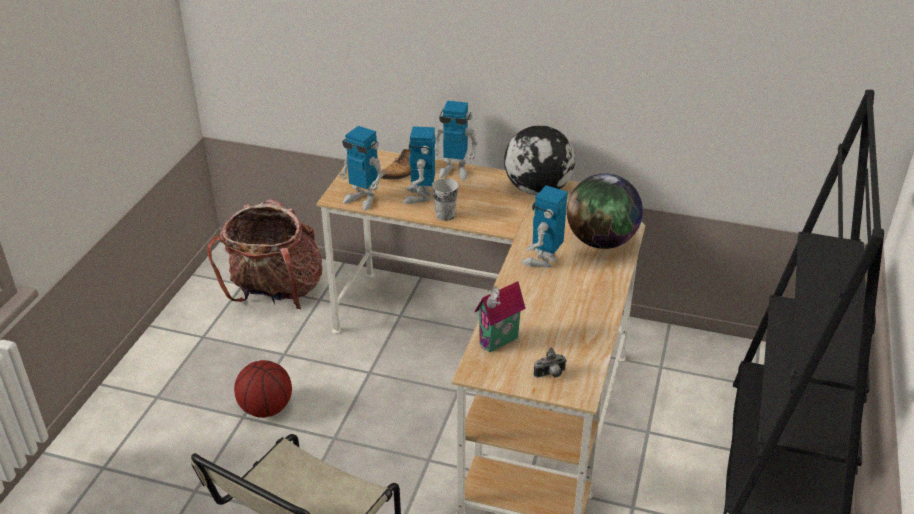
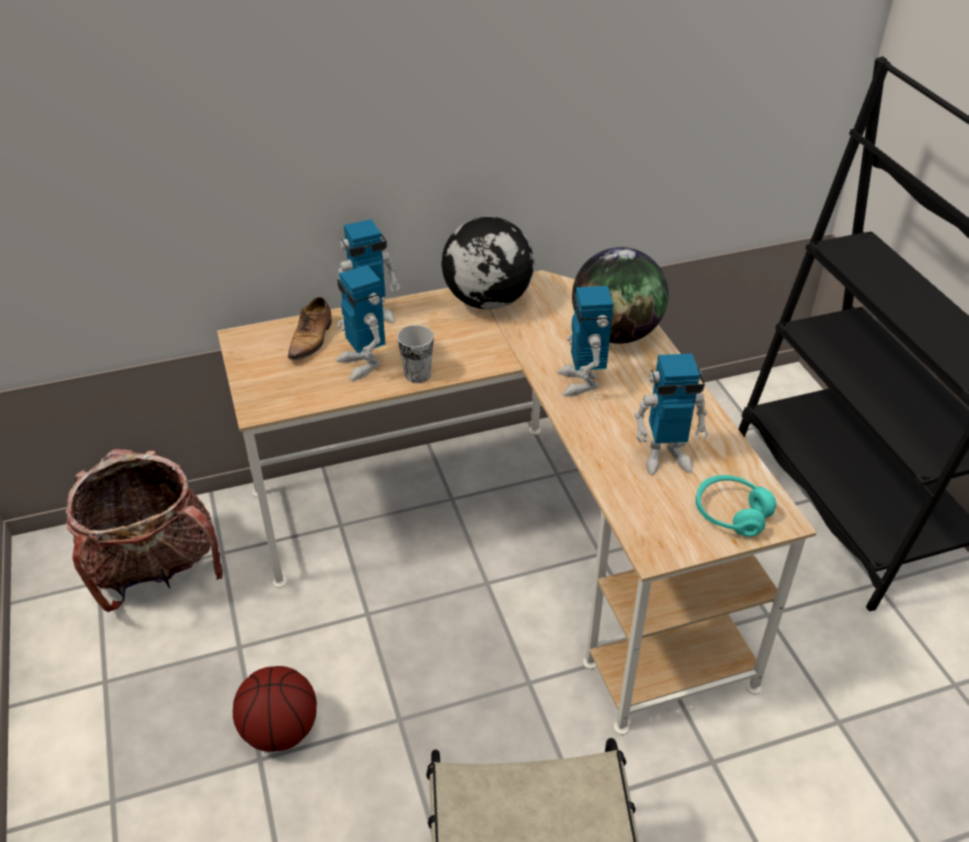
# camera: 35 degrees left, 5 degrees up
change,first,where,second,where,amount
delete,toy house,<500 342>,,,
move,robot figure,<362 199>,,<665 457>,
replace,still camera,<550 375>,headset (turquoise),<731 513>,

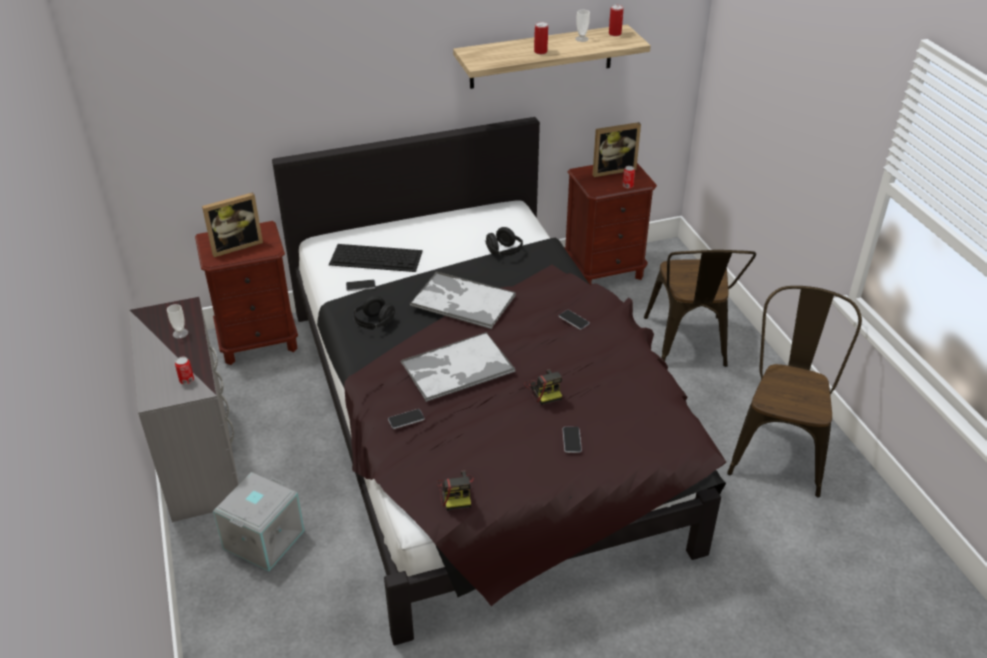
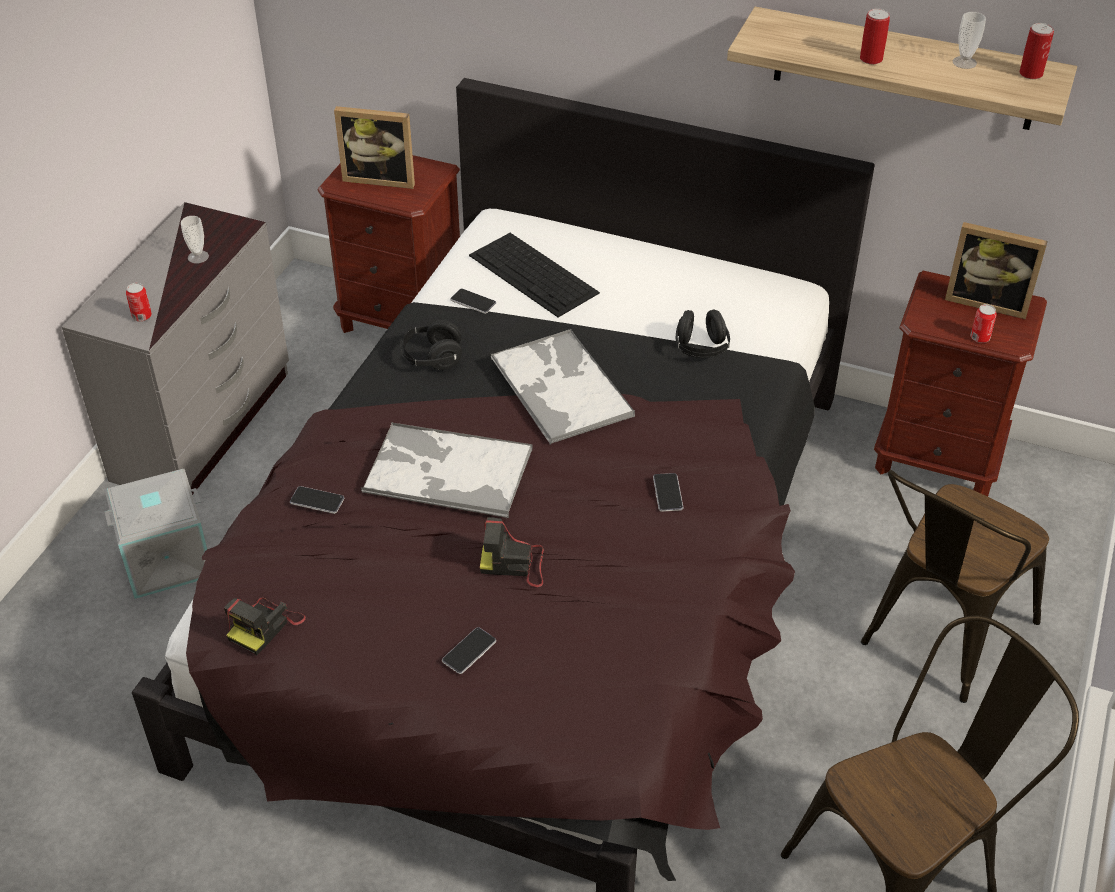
# camera: 40 degrees right, 5 degrees up
change,first,where,second,where,amount
rotate,still camera,<544 390>,,<514 564>,75 degrees clockwise

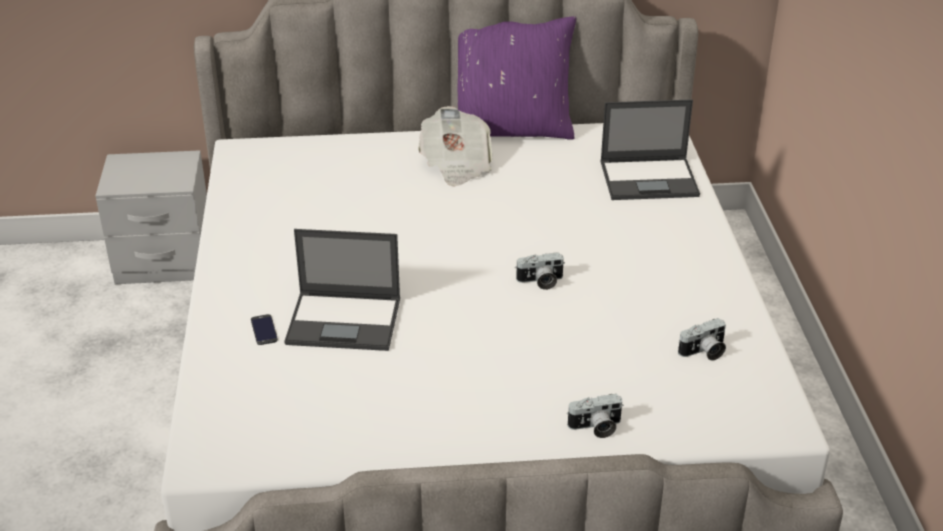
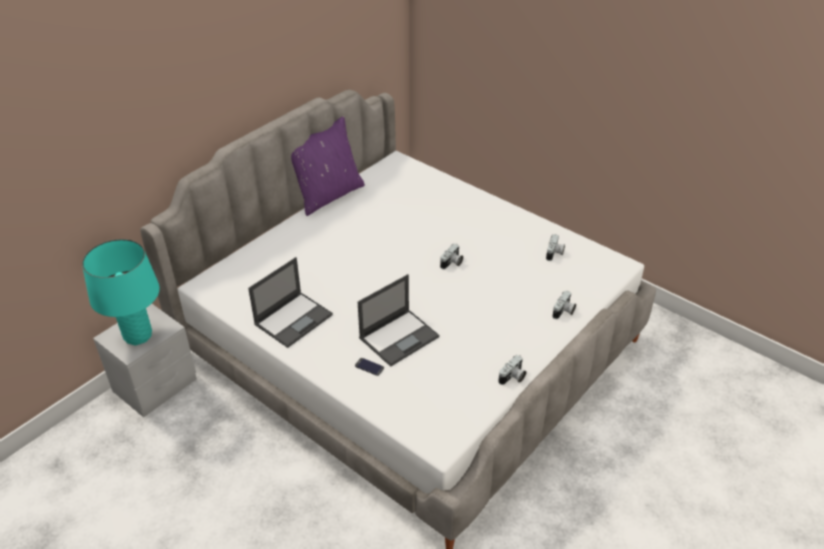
# camera: 45 degrees left, 5 degrees up
change,first,where,second,where,amount
delete,newspaper,<456 165>,,,
insert,,,lamp for a table (turquoise),<138 336>,
insert,,,still camera,<513 377>,
move,notebook computer,<650 179>,,<294 319>,

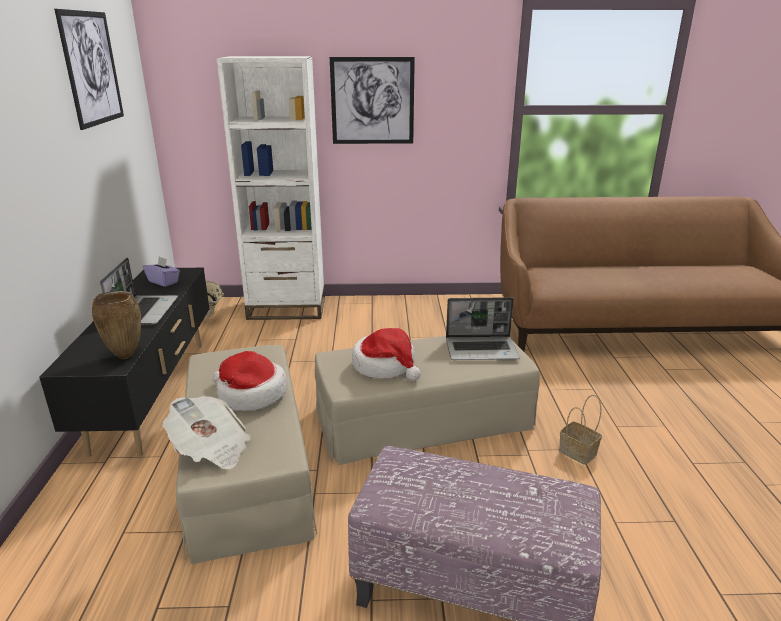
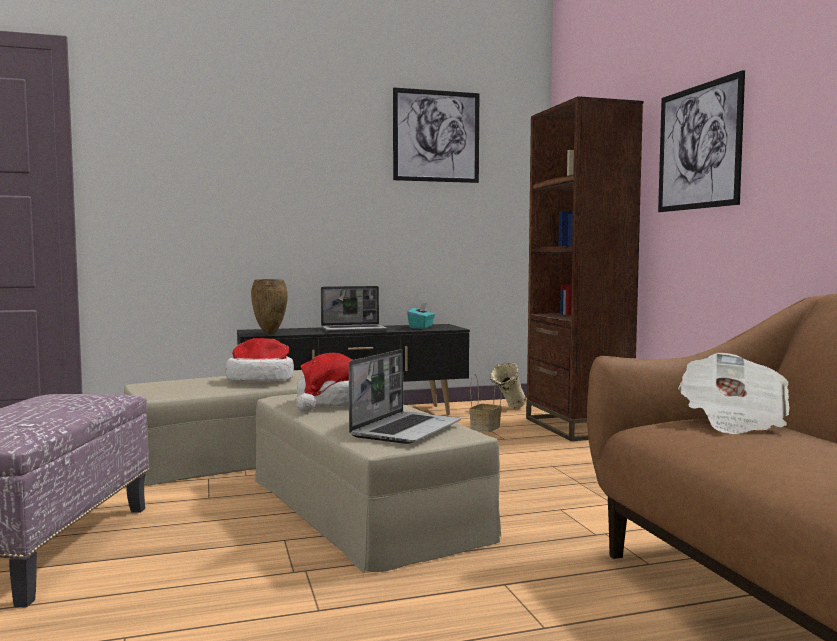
# camera: 75 degrees right, 20 degrees down
change,first,where,second,where,amount
move,newspaper,<211 449>,,<732 422>,
move,household basket,<579 452>,,<485 428>,
recolor,box of tissues (purple-coloured),<164 282>,box of tissues (turquoise),<421 327>,
recolor,shelving unit (whitish),<287 308>,shelving unit (brown),<577 427>,
rotate,notebook computer,<482 349>,,<406 429>,135 degrees counterclockwise

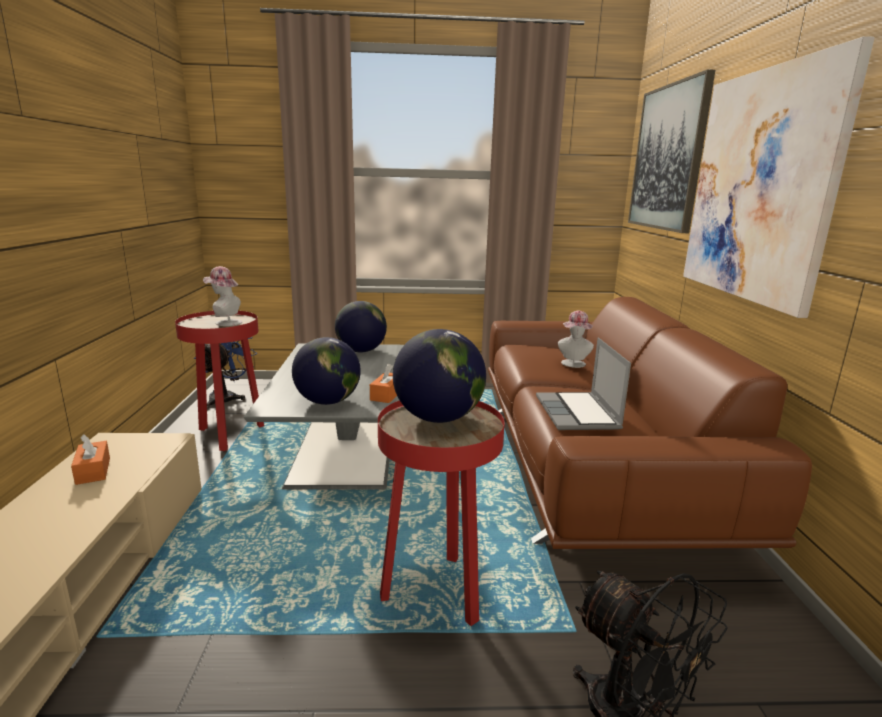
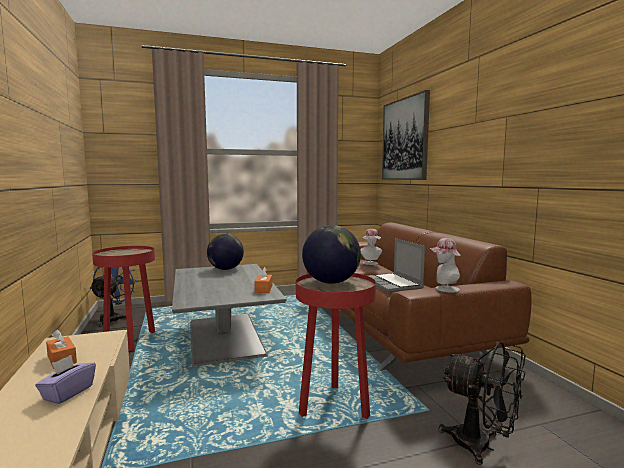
# camera: 15 degrees left, 10 degrees down
change,first,where,second,where,amount
delete,world globe,<328 401>,,,
delete,wall picture,<759 186>,,,
insert,,,box of tissues (purple-coloured),<68 393>,
move,hat,<225 322>,,<444 289>,

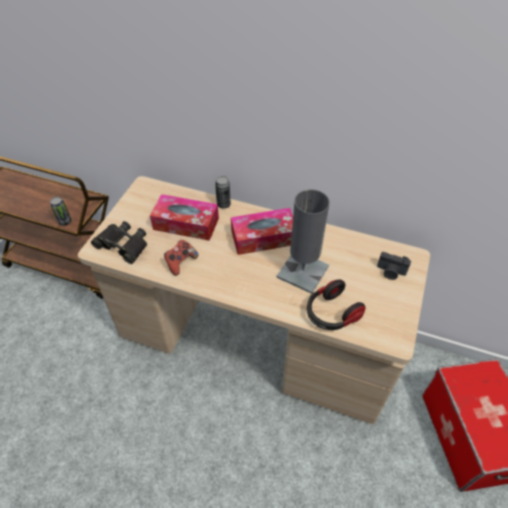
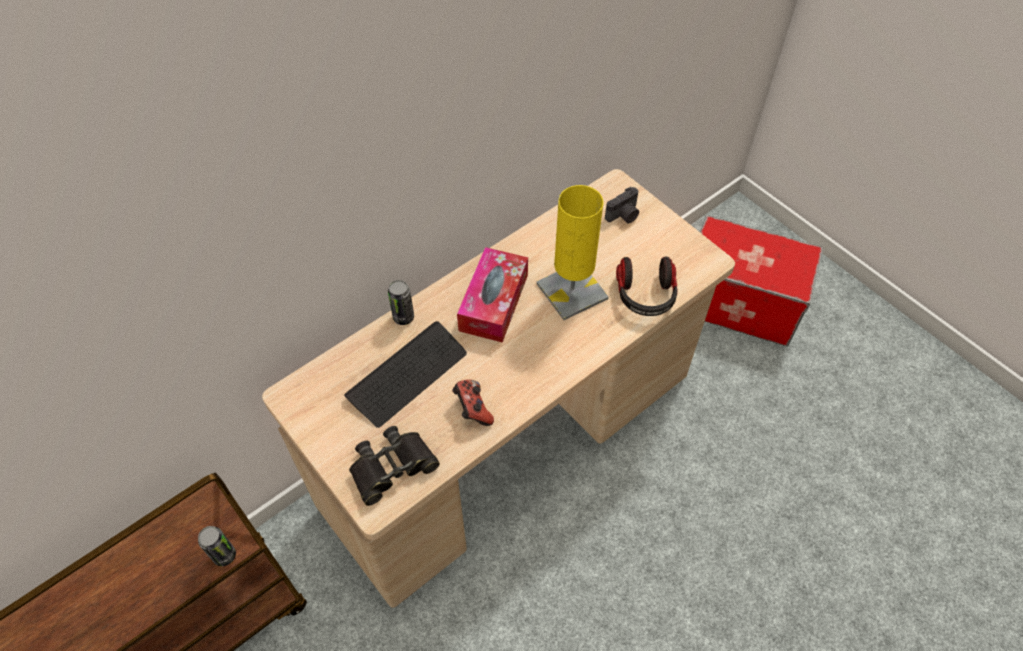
# camera: 60 degrees left, 5 degrees up
change,first,where,second,where,amount
replace,box of tissues,<186 224>,keyboard,<407 375>,
recolor,lamp for a table (greyish),<302 272>,lamp for a table (yellow-coloured),<572 291>,

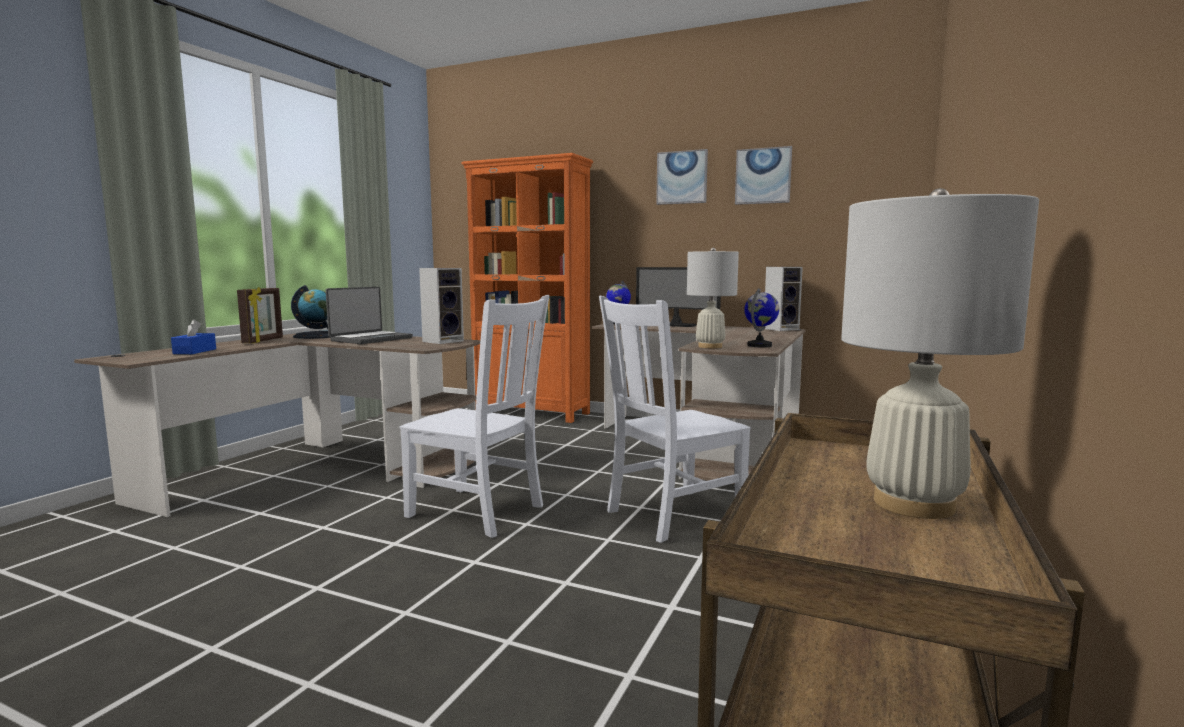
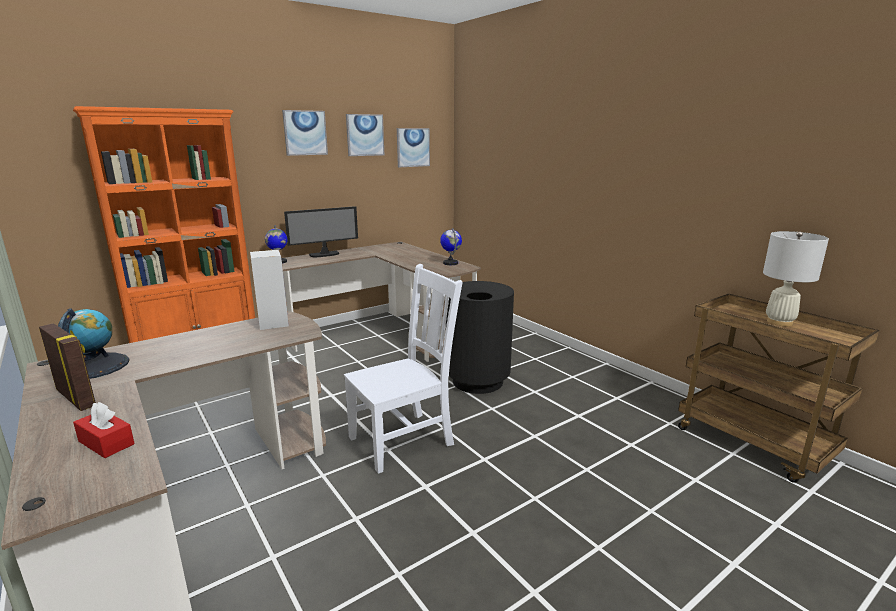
# camera: 60 degrees left, 10 degrees up
change,first,where,second,where,amount
delete,notebook computer,<370 339>,,,
delete,lamp for a table (whitish),<710 346>,,,
delete,speaker,<781 329>,,,
insert,,,wall picture,<413 147>,
replace,plain chair (whitish),<671 515>,rubbish bin (blackish),<477 381>,
recolor,box of tissues (blue-coloured),<195 351>,box of tissues (red-coloured),<106 443>,

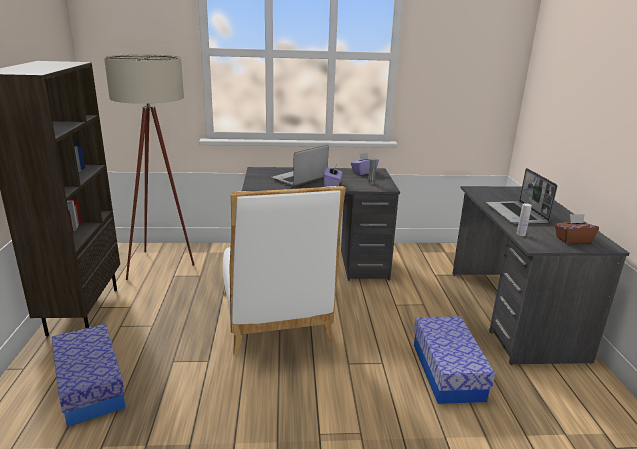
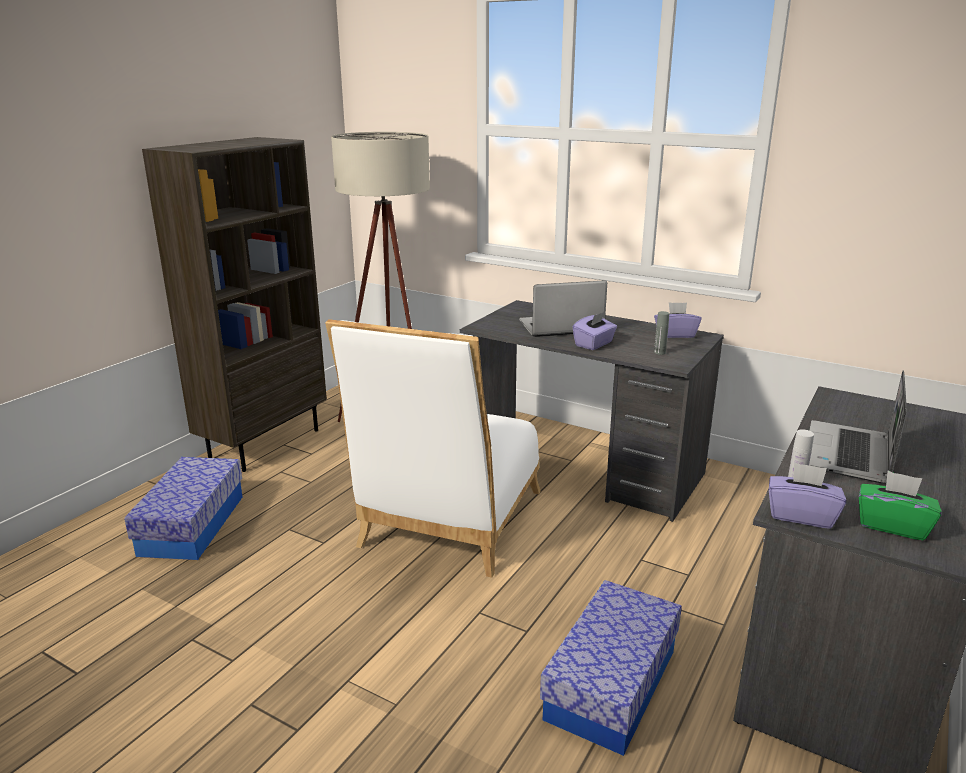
# camera: 35 degrees right, 0 degrees up
change,first,where,second,where,amount
insert,,,box of tissues (purple-coloured),<801 515>,
recolor,box of tissues (brown),<572 240>,box of tissues (green),<892 525>,

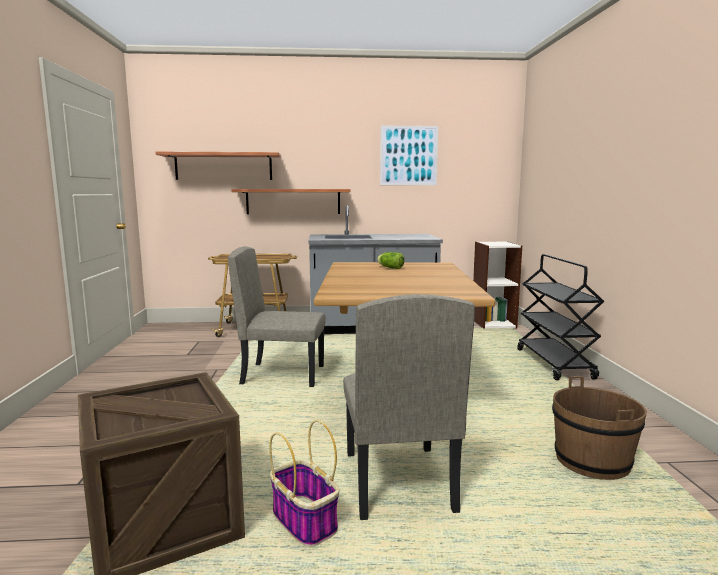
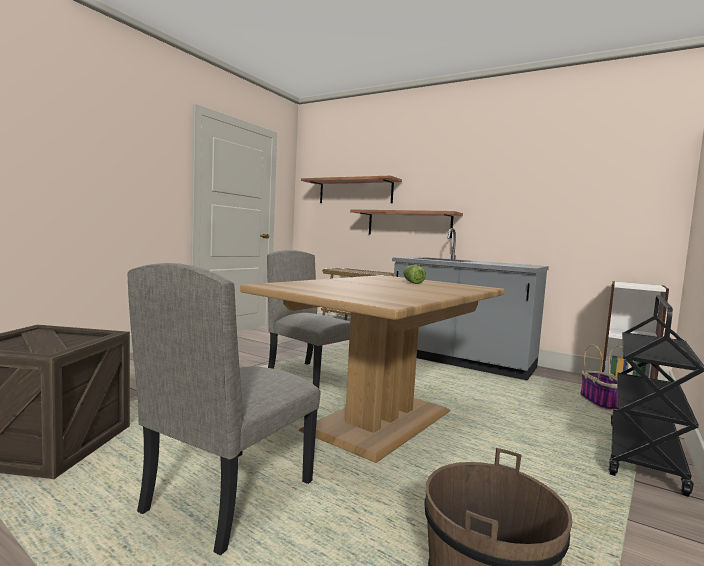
# camera: 35 degrees right, 5 degrees down
change,first,where,second,where,amount
delete,wall picture,<408 155>,,,
move,household basket,<305 522>,,<601 403>,

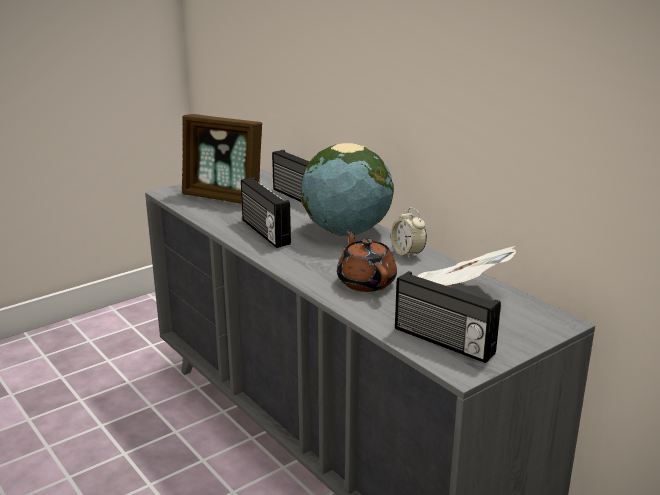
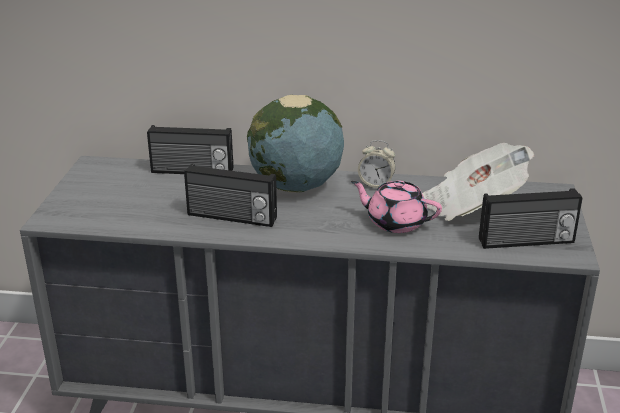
# camera: 45 degrees left, 5 degrees up
change,first,where,second,where,amount
delete,photo frame,<223 197>,,,
recolor,pot for tea (brown),<366 282>,pot for tea (pink-coloured),<395 222>,

